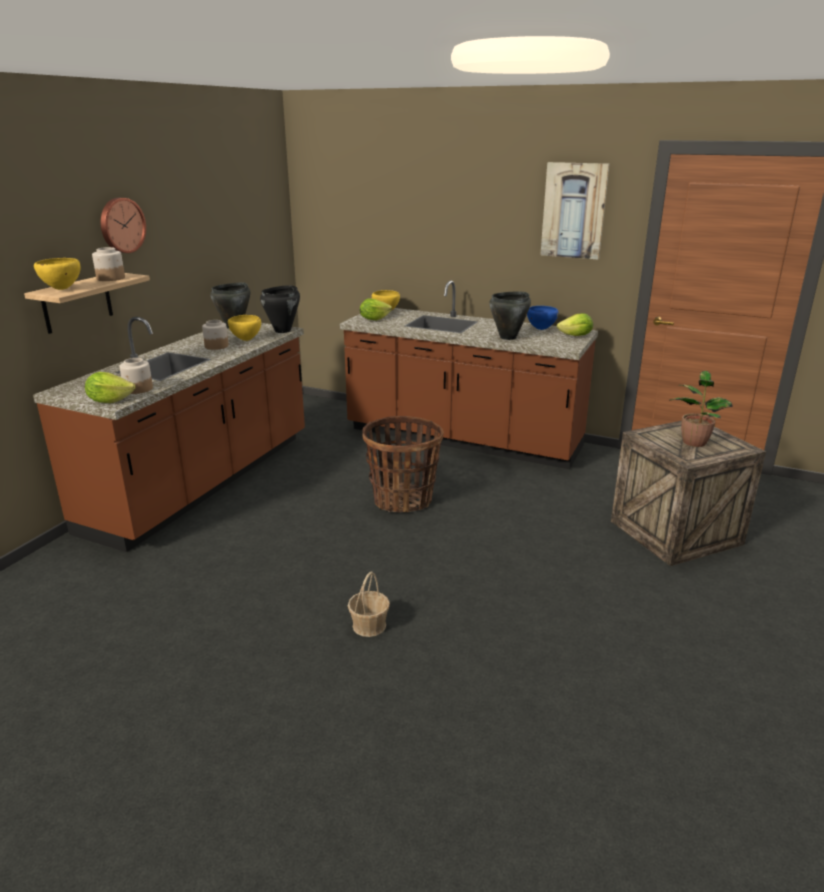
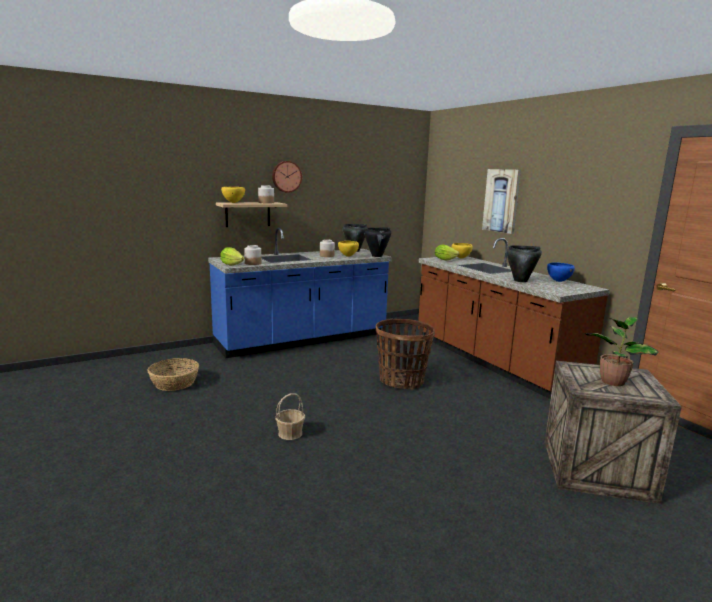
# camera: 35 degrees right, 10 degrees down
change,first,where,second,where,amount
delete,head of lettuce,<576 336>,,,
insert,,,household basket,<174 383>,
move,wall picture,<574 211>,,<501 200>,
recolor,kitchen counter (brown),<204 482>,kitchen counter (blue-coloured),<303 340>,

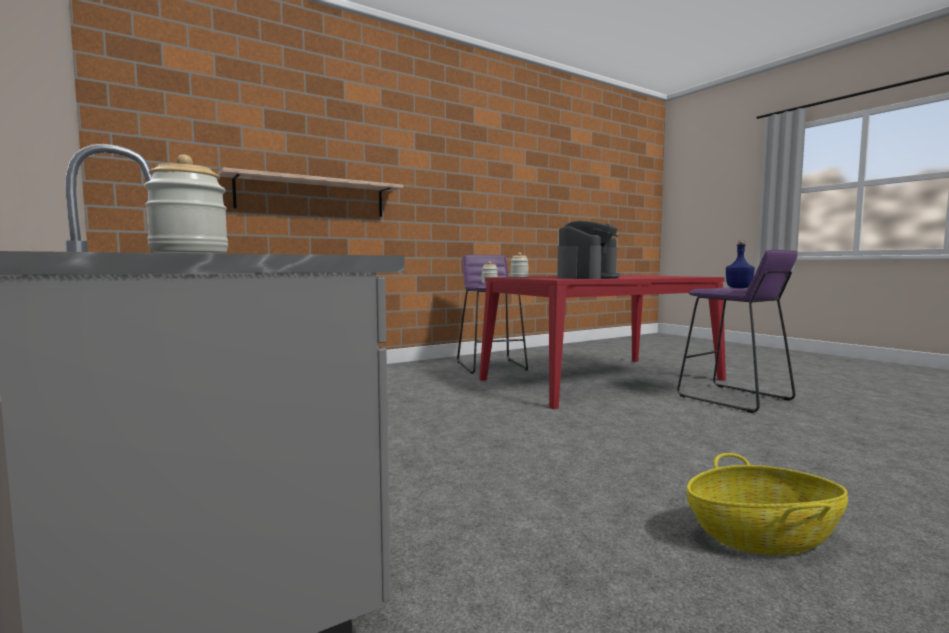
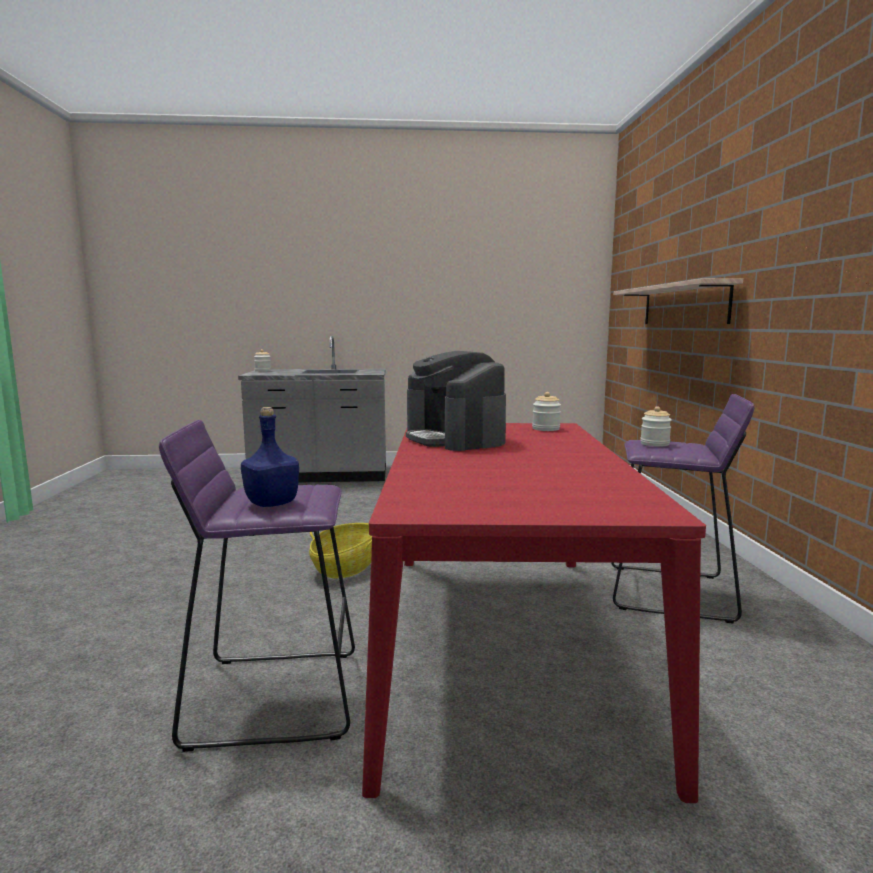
# camera: 120 degrees right, 5 degrees up
change,first,where,second,where,amount
move,household basket,<763 536>,,<346 566>,

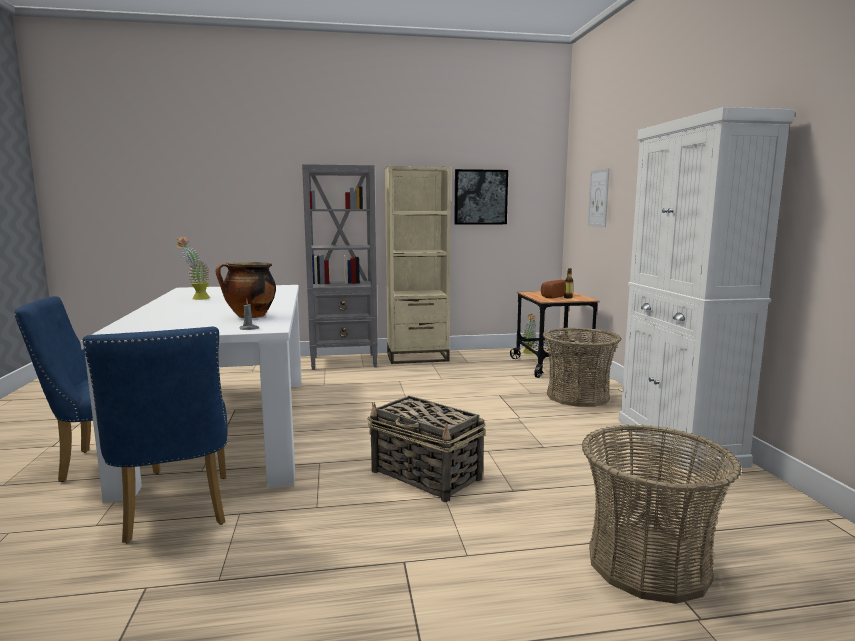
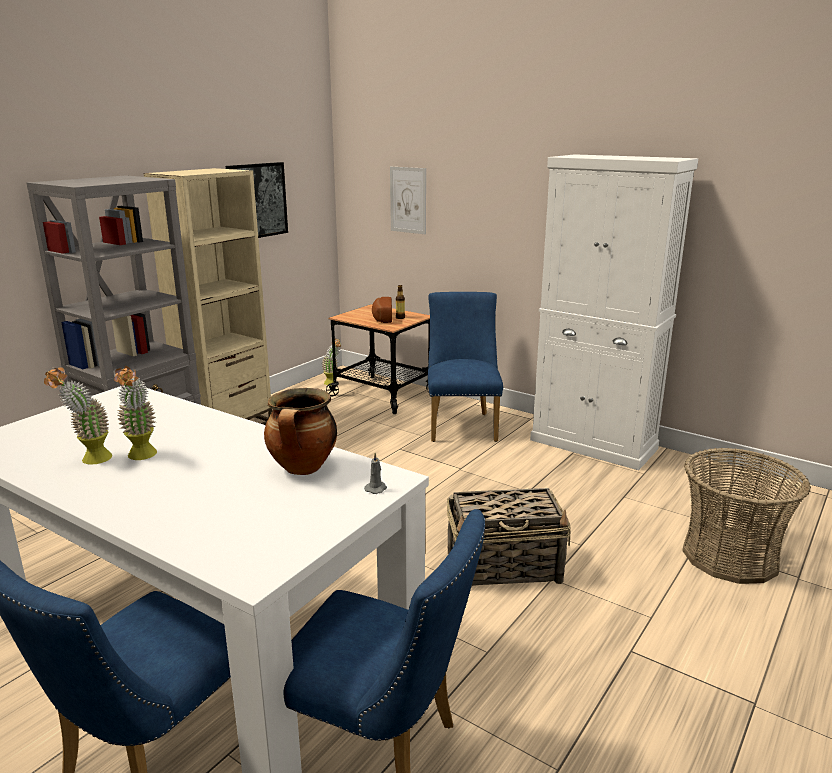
# camera: 45 degrees left, 10 degrees up
change,first,where,second,where,amount
insert,,,houseplant,<142 457>,
replace,household basket,<578 396>,plain chair (blue-coloured),<462 424>,

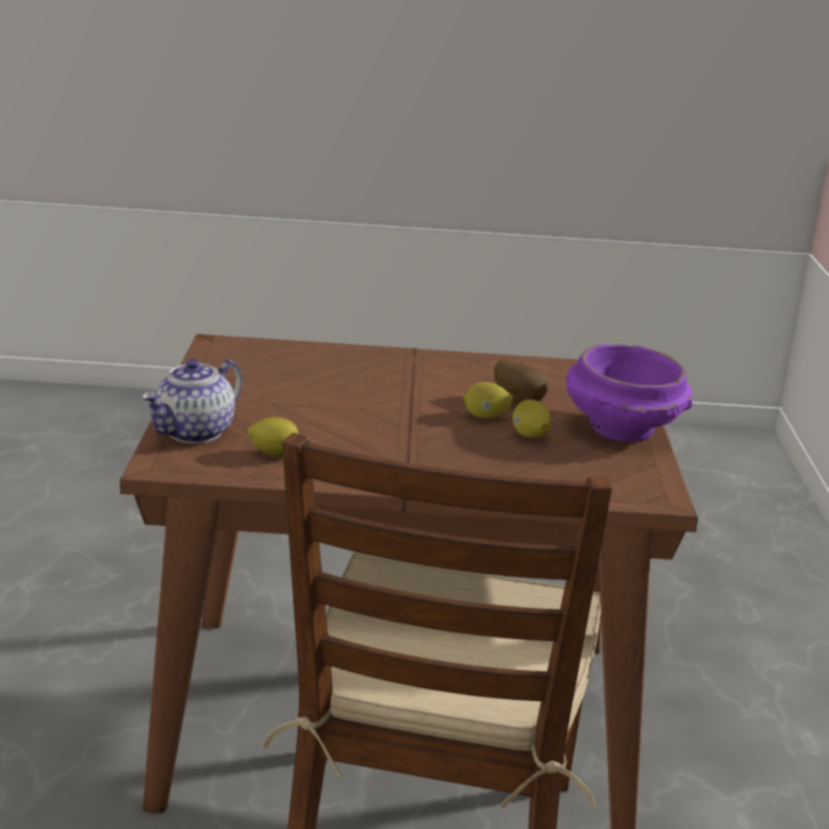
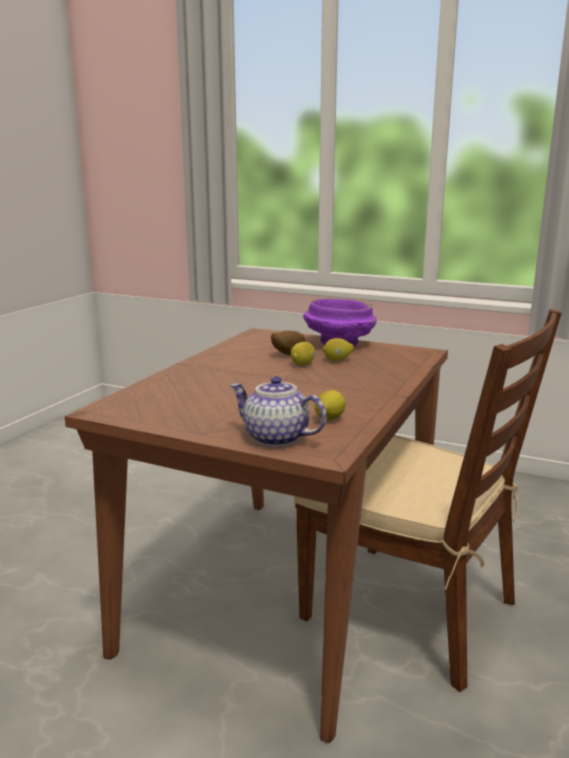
# camera: 65 degrees left, 5 degrees down
change,first,where,second,where,amount
rotate,pot for tea,<194 433>,,<275 438>,150 degrees clockwise

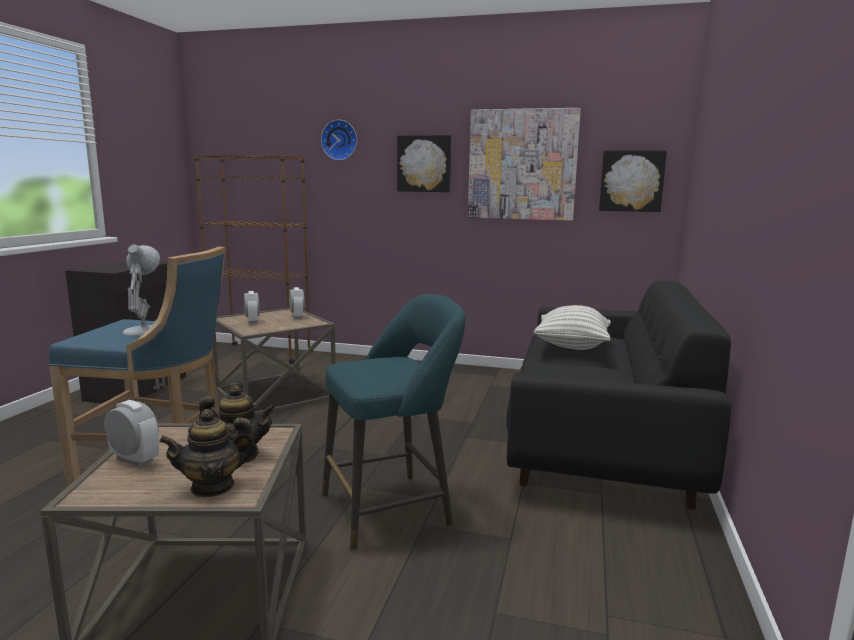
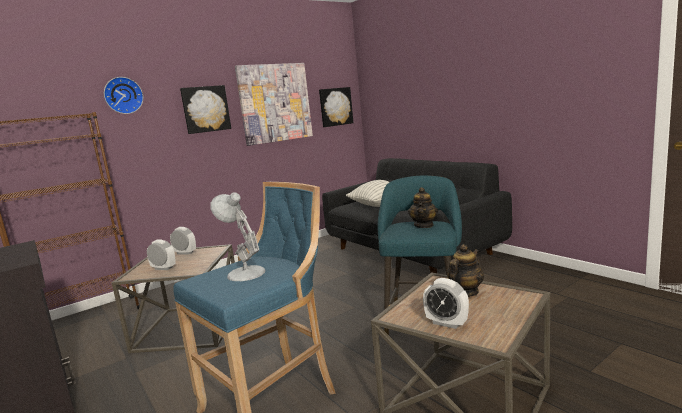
# camera: 50 degrees left, 0 degrees up
change,first,where,second,where,amount
move,pot for tea,<213 487>,,<424 225>,
rotate,bedside clock,<134 460>,,<446 323>,120 degrees counterclockwise

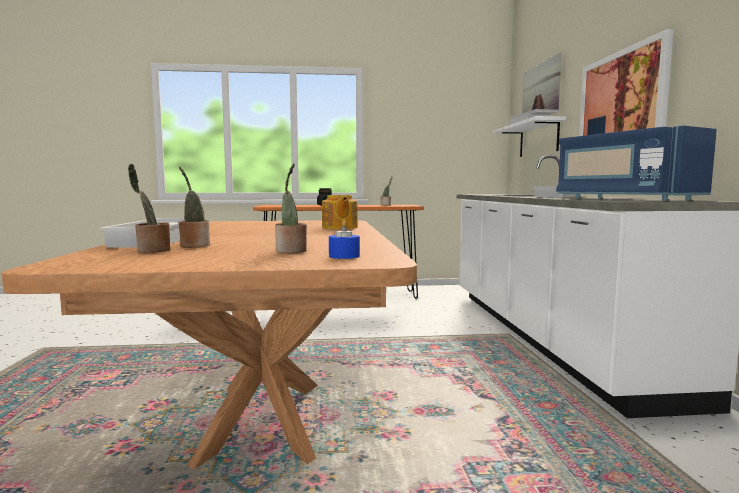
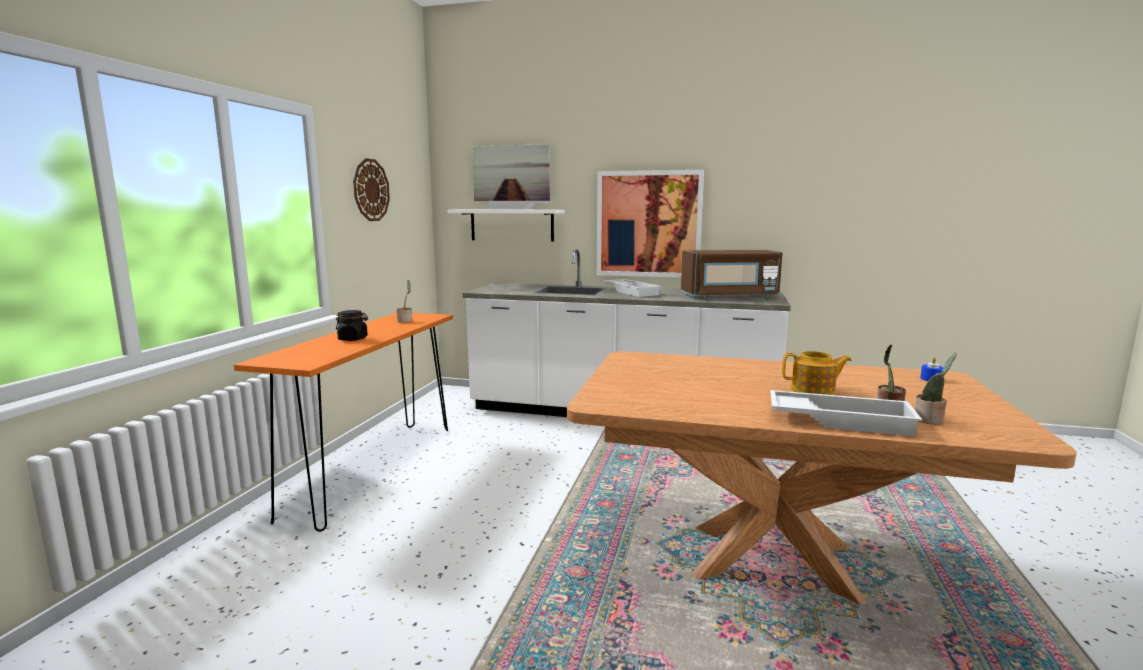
# camera: 70 degrees left, 5 degrees up
change,first,where,second,where,amount
delete,houseplant,<291 251>,,,
insert,,,clock on the wall,<371 190>,
move,pot for tea,<339 227>,,<814 390>,
recolor,microwave (blue-coloured),<623 199>,microwave (brown),<729 296>,

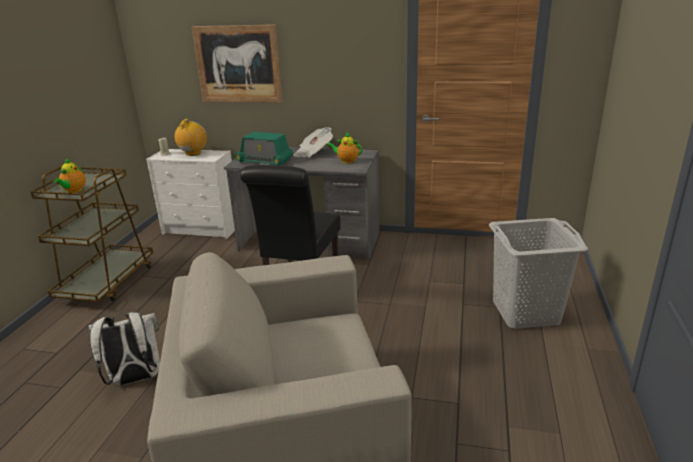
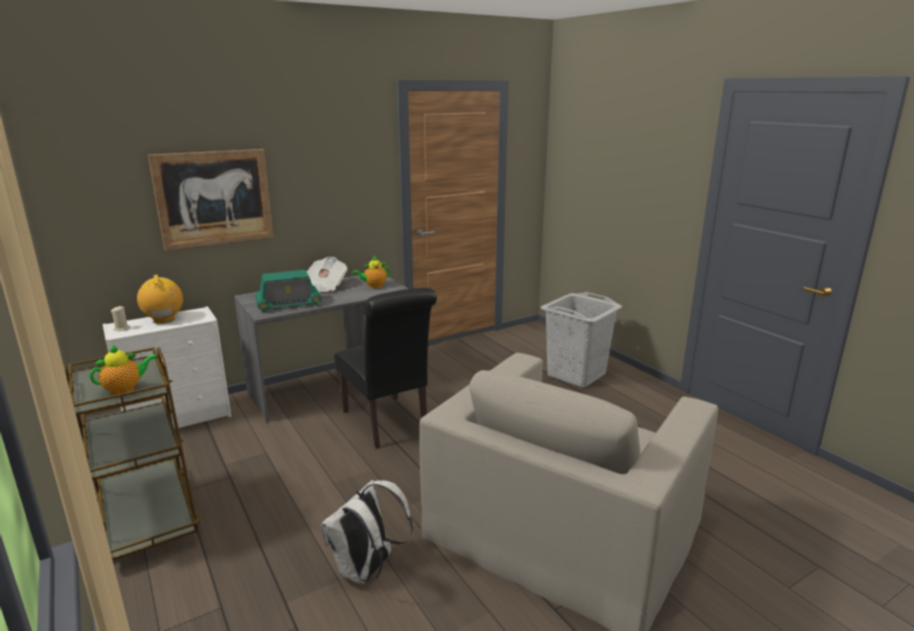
# camera: 45 degrees left, 5 degrees down
change,first,where,second,where,amount
rotate,pot for tea,<74 191>,,<126 389>,90 degrees counterclockwise

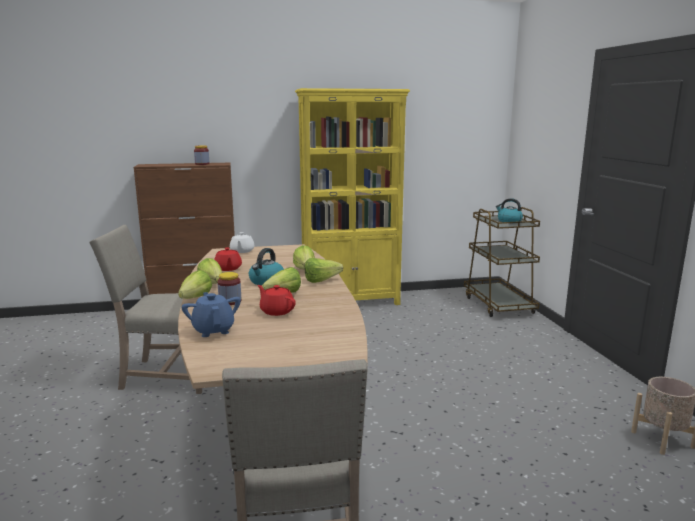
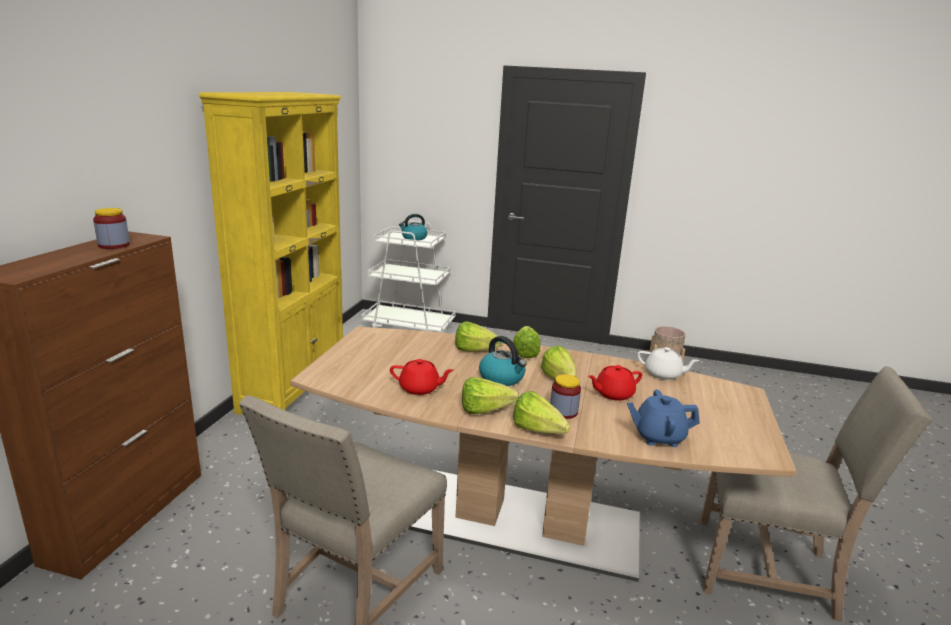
# camera: 65 degrees left, 5 degrees up
change,first,where,second,where,amount
move,pot for tea (whitish),<242 251>,,<663 374>,
recolor,trolley (brown),<498 305>,trolley (whitish),<409 327>,

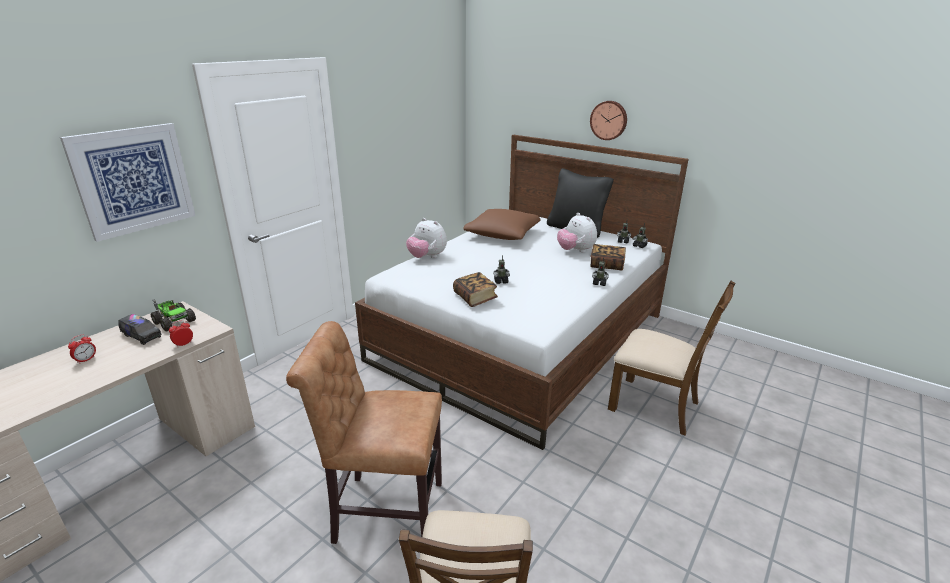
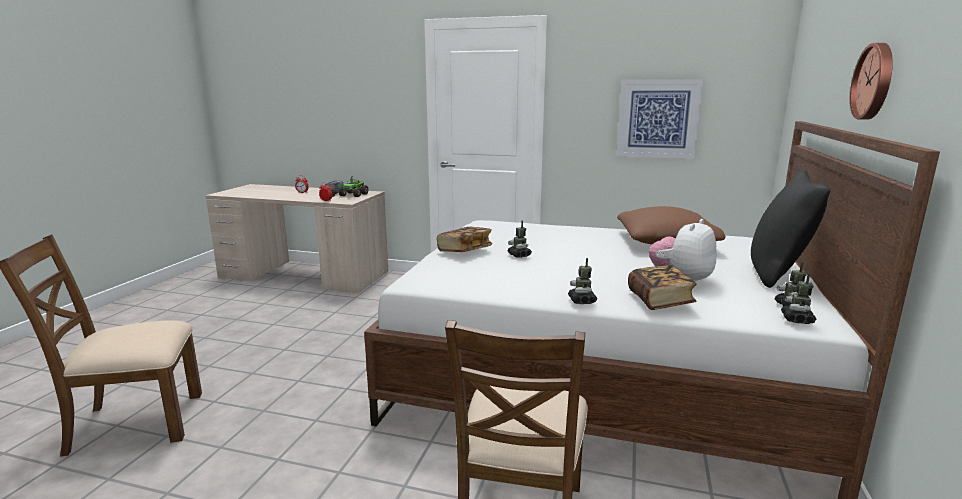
# camera: 70 degrees right, 10 degrees down
change,first,where,second,where,amount
delete,plain chair (brown),<383 511>,,,
delete,plush toy,<427 257>,,,
move,wall picture,<133 180>,,<658 118>,

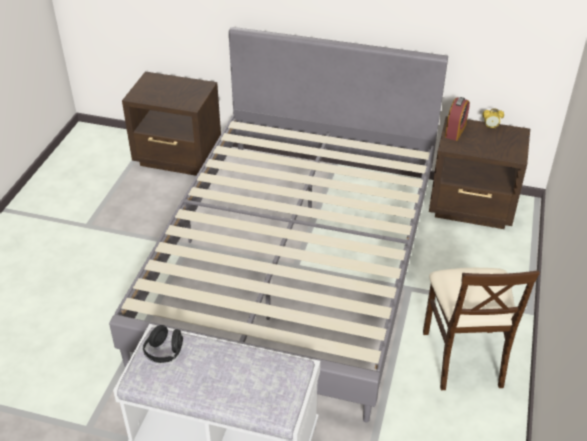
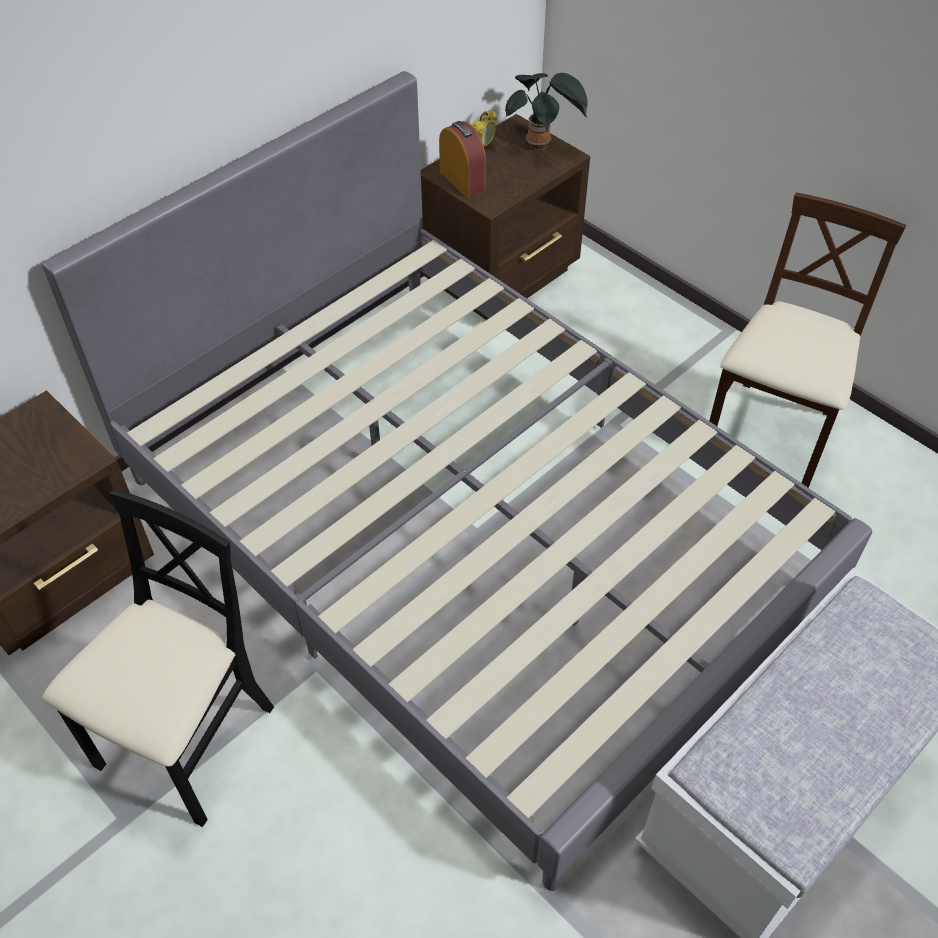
# camera: 60 degrees left, 10 degrees up
change,first,where,second,where,amount
delete,headset (blackish),<164 352>,,,
insert,,,plain chair (blackish),<187 741>,
insert,,,houseplant,<541 145>,
rotate,plain chair (beige-coloured),<463 357>,,<770 435>,90 degrees counterclockwise

